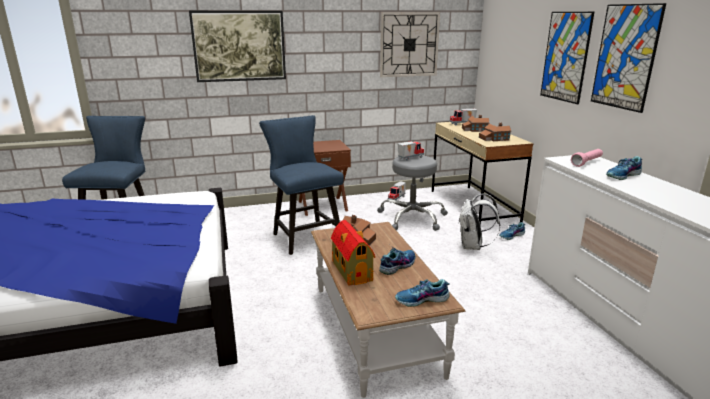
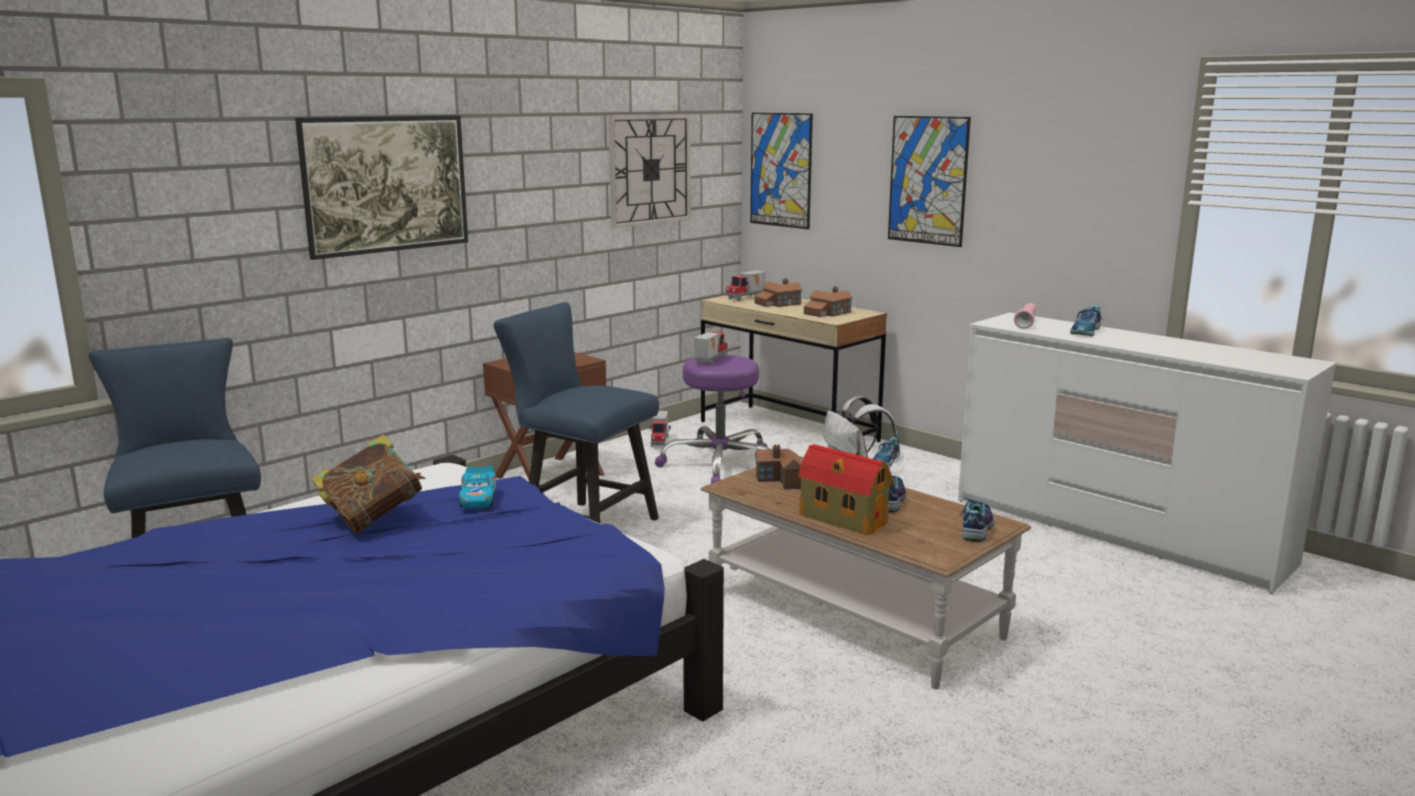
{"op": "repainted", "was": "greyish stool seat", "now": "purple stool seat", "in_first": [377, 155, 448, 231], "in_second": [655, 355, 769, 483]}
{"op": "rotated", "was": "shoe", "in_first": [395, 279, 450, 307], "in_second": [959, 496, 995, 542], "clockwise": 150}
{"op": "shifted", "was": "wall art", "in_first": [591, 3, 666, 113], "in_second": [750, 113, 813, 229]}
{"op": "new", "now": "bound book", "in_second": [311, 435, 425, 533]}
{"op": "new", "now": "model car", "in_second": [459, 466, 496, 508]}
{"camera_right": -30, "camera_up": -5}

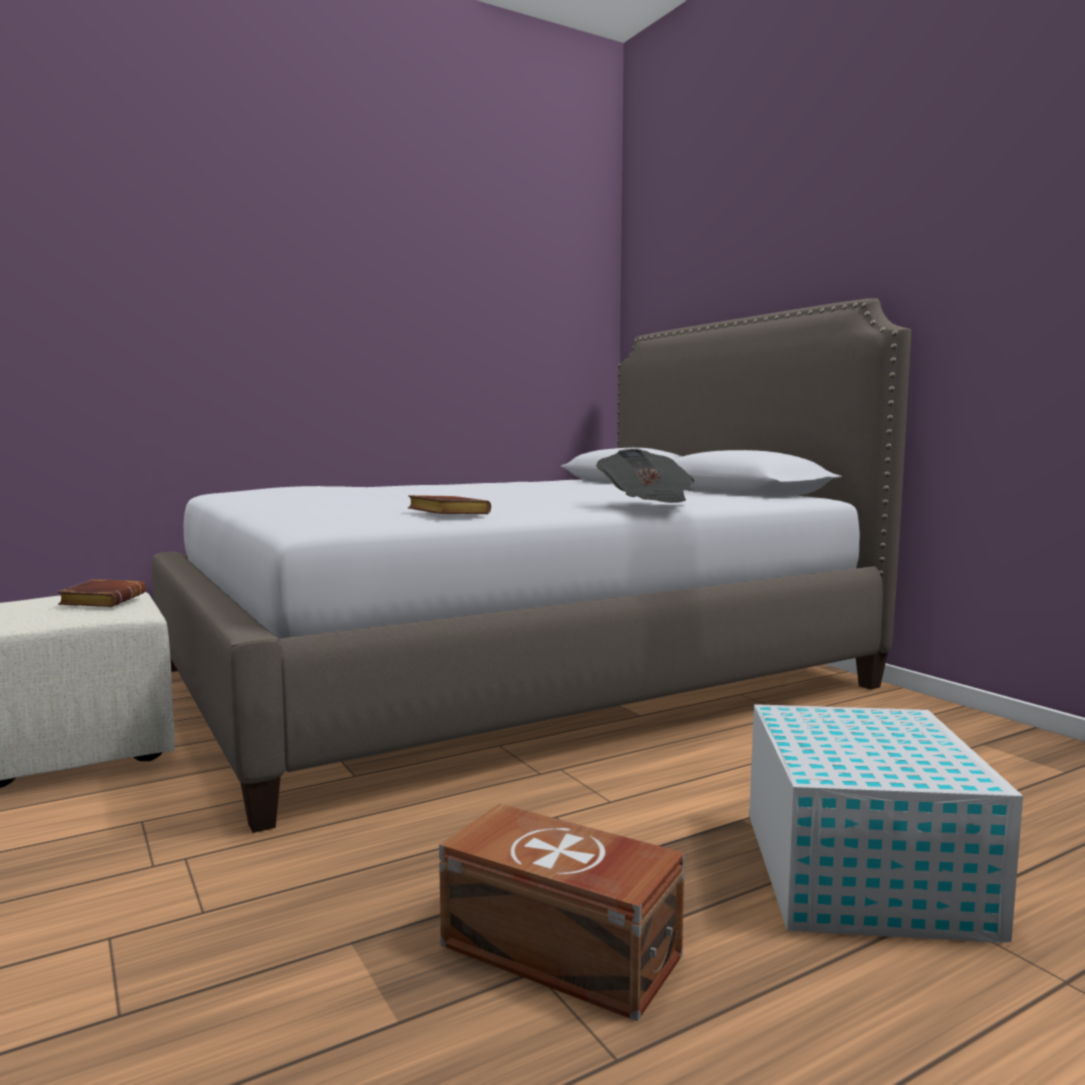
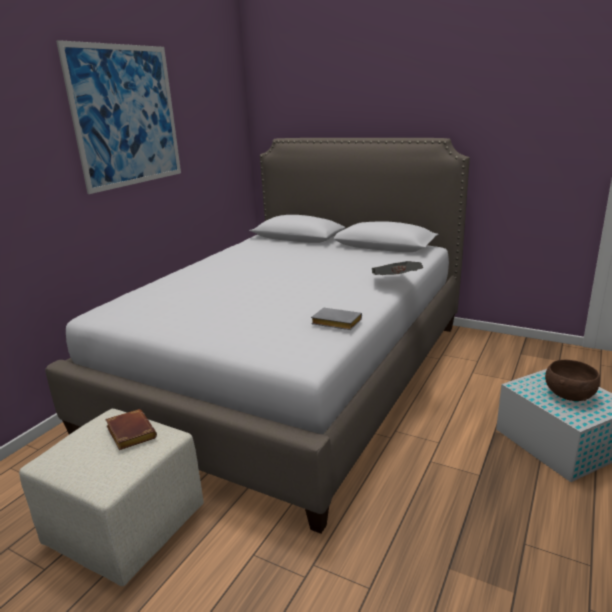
{"op": "repainted", "was": "brownish bound book", "now": "greyish bound book", "in_first": [408, 495, 491, 514], "in_second": [311, 308, 362, 330]}
{"op": "gone", "was": "brownish storage bin", "in_first": [439, 803, 685, 1021]}
{"op": "new", "now": "wall art", "in_second": [56, 40, 181, 194]}
{"op": "new", "now": "brownish deep dish", "in_second": [545, 360, 600, 401]}
{"camera_right": -30, "camera_up": 15}

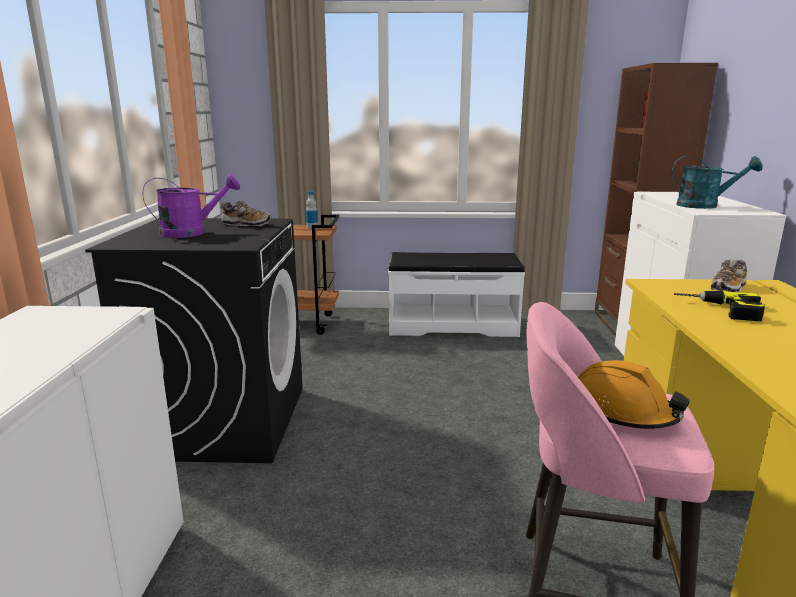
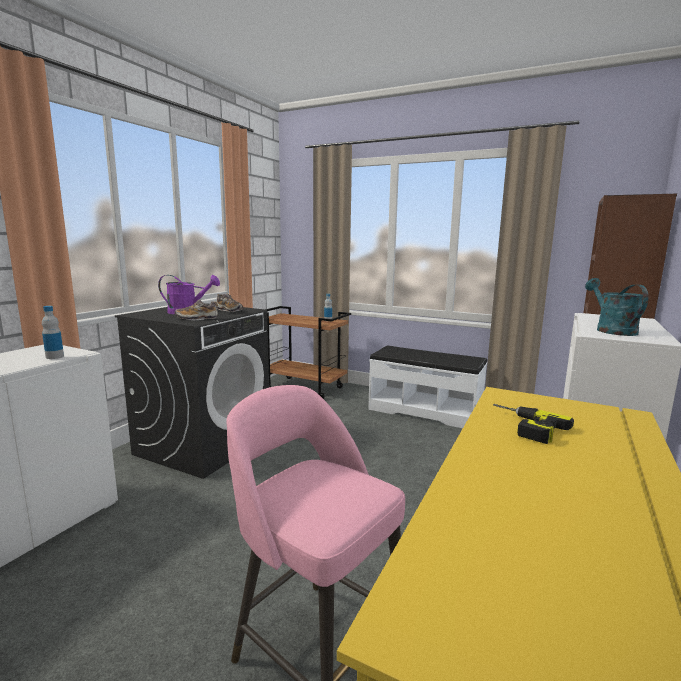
{"op": "gone", "was": "orangey hard hat", "in_first": [578, 360, 690, 429]}
{"op": "rotated", "was": "turquoise watering pot", "in_first": [671, 156, 763, 209], "in_second": [585, 278, 648, 336], "clockwise": -135}
{"op": "shifted", "was": "shoe", "in_first": [711, 260, 747, 292], "in_second": [175, 299, 218, 320]}
{"op": "new", "now": "bottle", "in_second": [42, 306, 64, 359]}
{"camera_right": 25, "camera_up": -5}

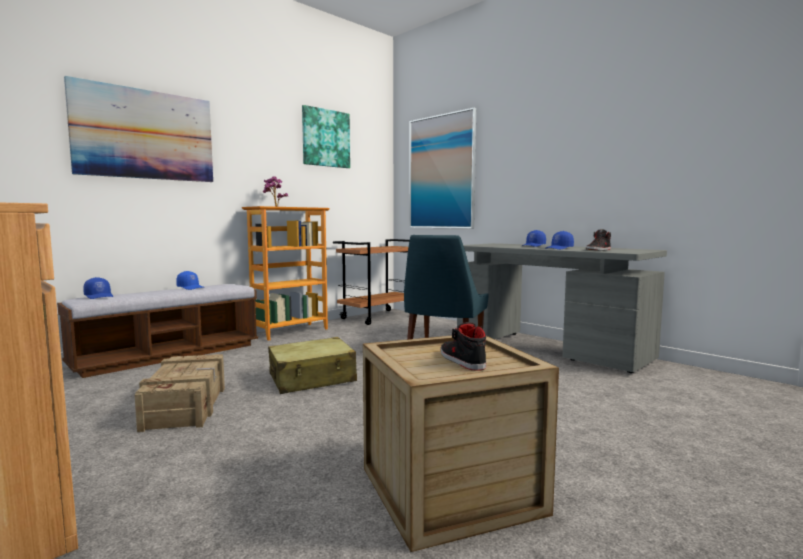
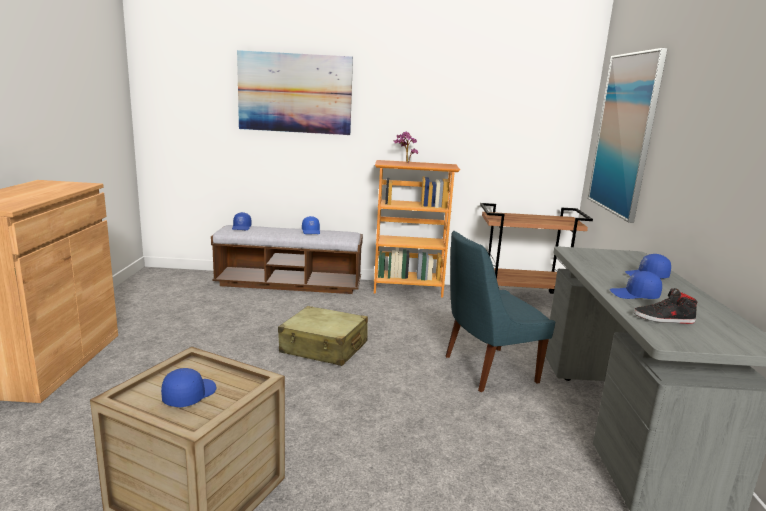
{"op": "gone", "was": "shipping crate", "in_first": [135, 354, 225, 432]}
{"op": "gone", "was": "wall art", "in_first": [302, 105, 350, 168]}
{"op": "swapped", "was": "blackish shoe", "now": "blue-coloured cap", "in_first": [441, 322, 486, 371], "in_second": [161, 368, 216, 407]}
{"camera_right": 45, "camera_up": 10}

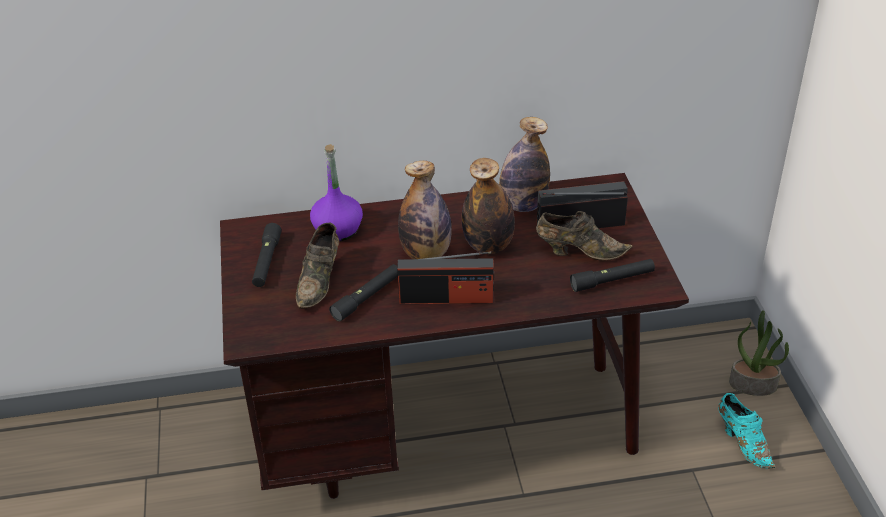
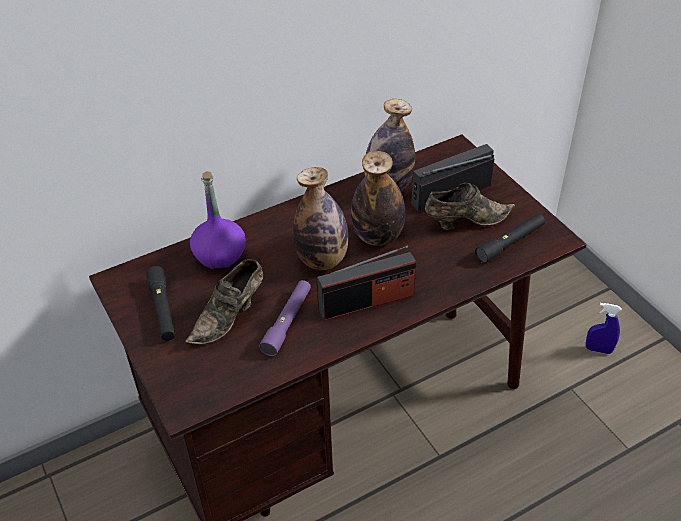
{"op": "rotated", "was": "brownish shoe", "in_first": [296, 223, 339, 309], "in_second": [185, 259, 263, 344], "clockwise": 45}
{"op": "repainted", "was": "blackish torch", "now": "purple torch", "in_first": [329, 264, 398, 321], "in_second": [259, 280, 311, 356]}
{"op": "swapped", "was": "turquoise shoe", "now": "blue-coloured sprayer", "in_first": [718, 393, 775, 468], "in_second": [586, 303, 622, 354]}
{"op": "gone", "was": "potted plant", "in_first": [729, 310, 789, 396]}
{"camera_right": -20, "camera_up": 5}

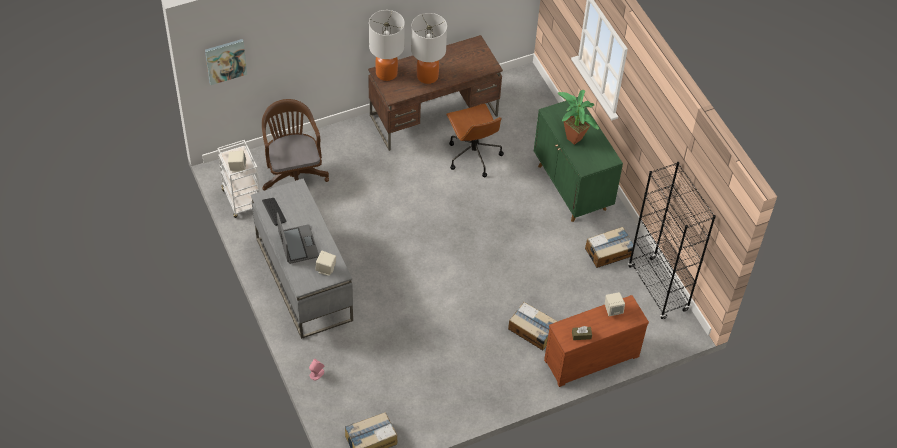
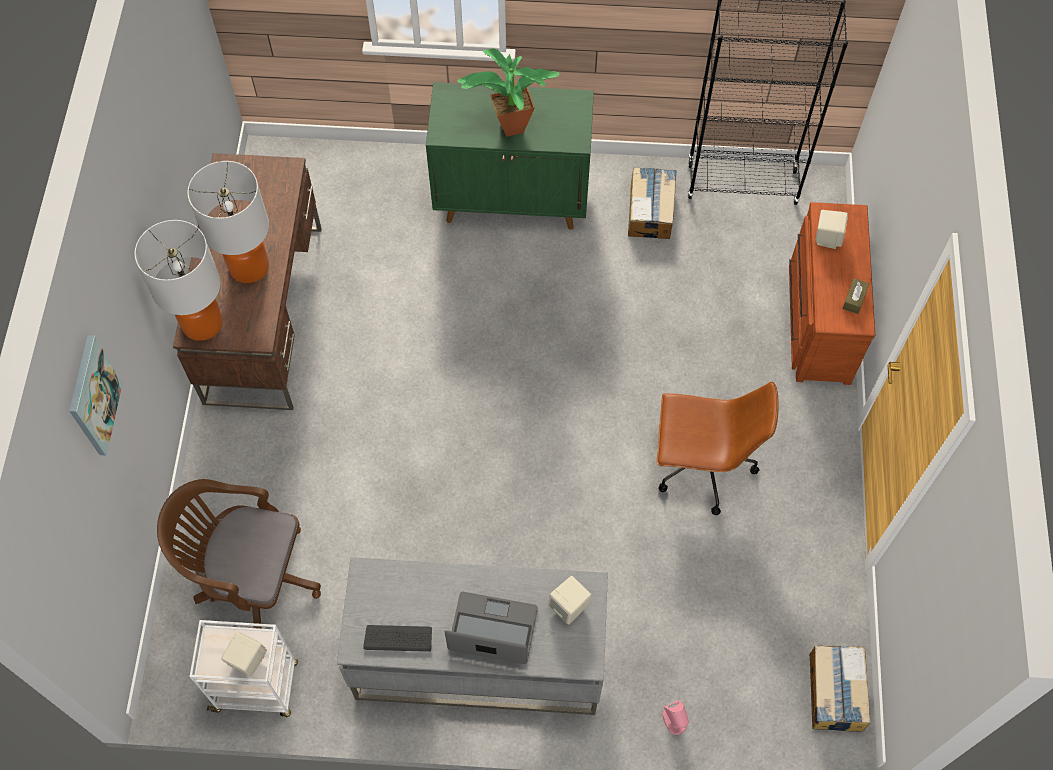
{"op": "shifted", "was": "wall art", "in_first": [205, 39, 247, 85], "in_second": [69, 335, 123, 456]}
{"op": "shifted", "was": "brownish computer chair", "in_first": [446, 104, 504, 177], "in_second": [657, 381, 779, 515]}
{"op": "gone", "was": "packing box", "in_first": [508, 302, 558, 350]}
{"camera_right": -60, "camera_up": 10}

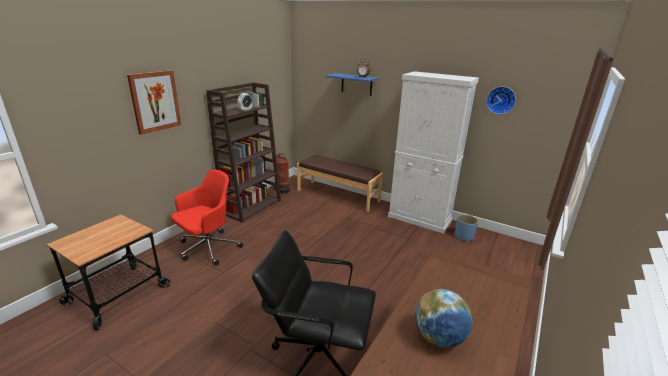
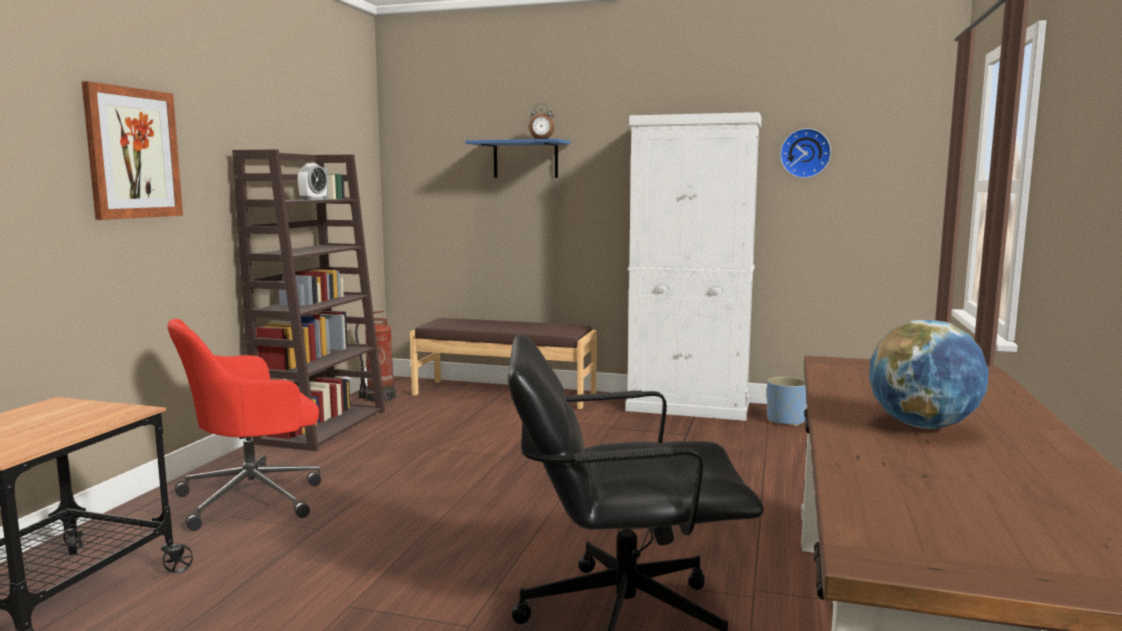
{"op": "rotated", "was": "red-coloured computer chair", "in_first": [171, 169, 243, 266], "in_second": [167, 319, 321, 531], "clockwise": -150}
{"camera_right": -15, "camera_up": -15}

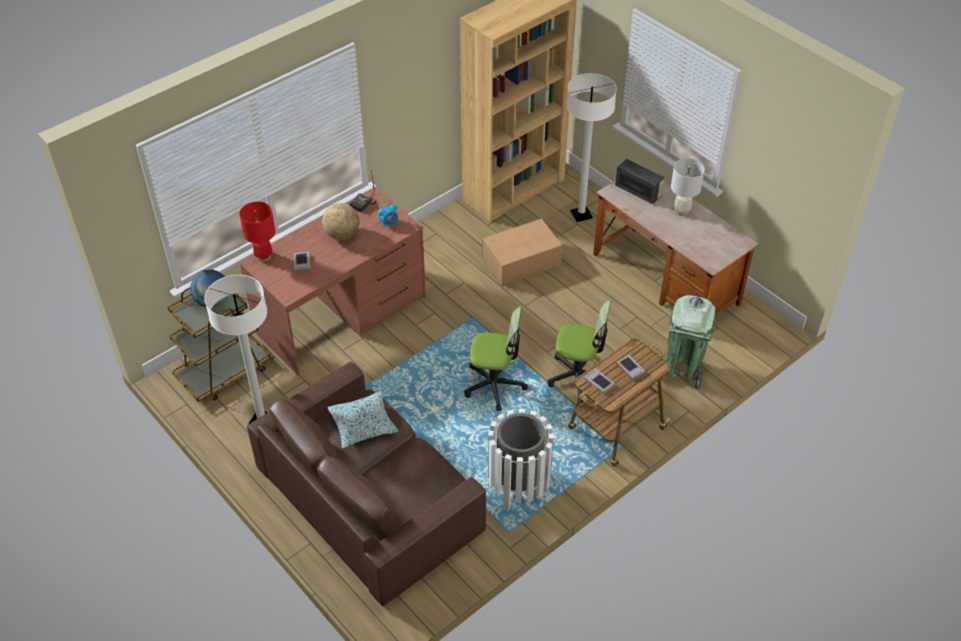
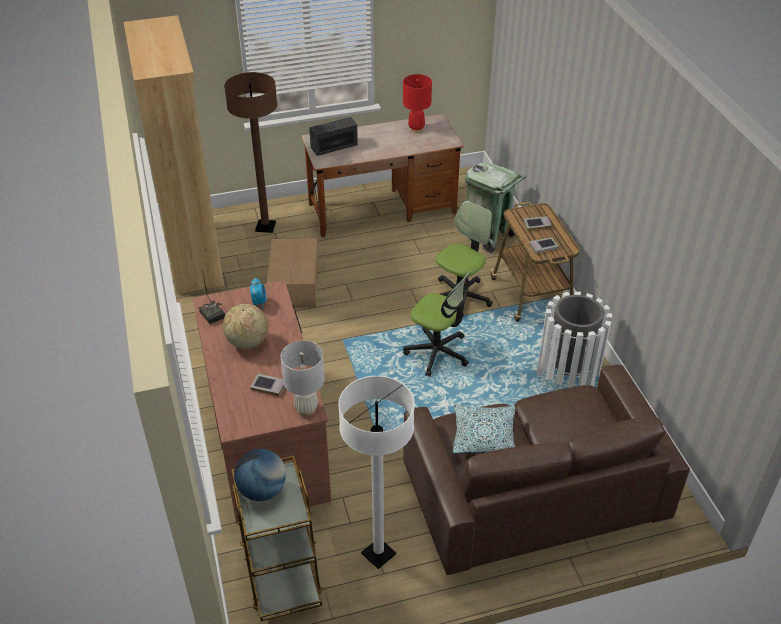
{"op": "shifted", "was": "red-coloured lamp for a table", "in_first": [239, 202, 275, 262], "in_second": [403, 74, 432, 133]}
{"op": "rotated", "was": "computer chair", "in_first": [464, 307, 528, 411], "in_second": [403, 271, 472, 377], "clockwise": 90}
{"op": "repainted", "was": "white standard lamp", "now": "brownish standard lamp", "in_first": [566, 73, 617, 222], "in_second": [224, 72, 278, 233]}
{"op": "shifted", "was": "white lamp for a table", "in_first": [671, 158, 705, 216], "in_second": [281, 341, 325, 416]}
{"camera_right": -65, "camera_up": -5}

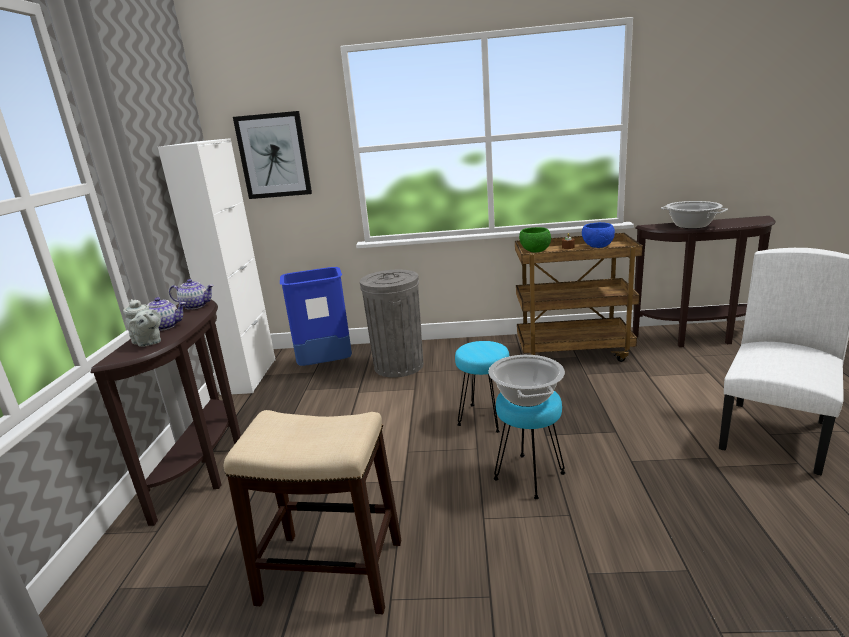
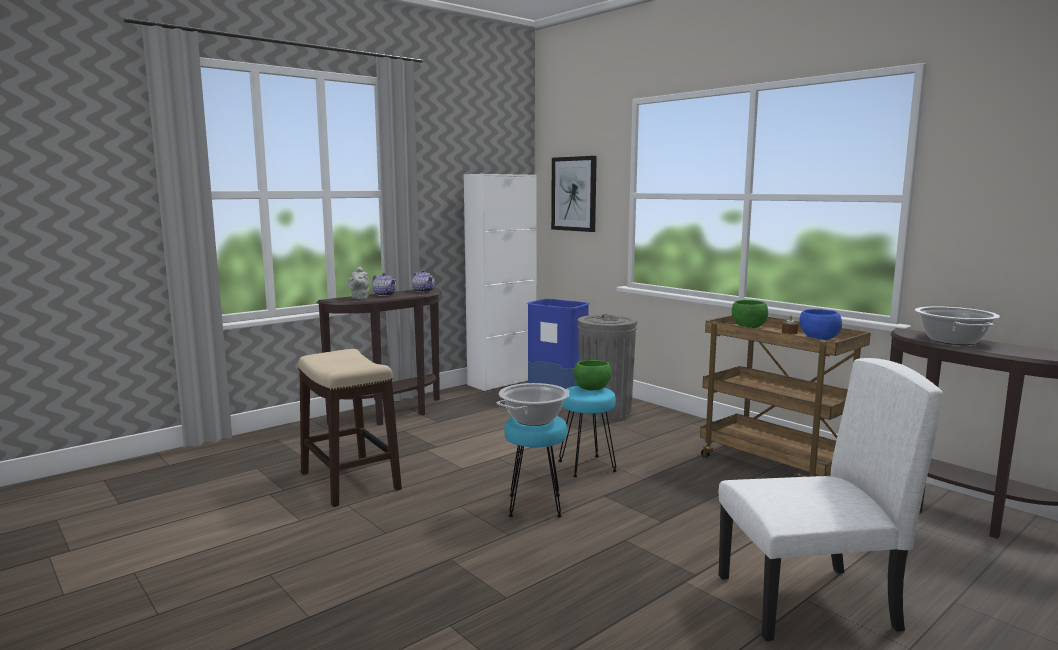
{"op": "new", "now": "greenish deep dish", "in_second": [574, 360, 612, 391]}
{"camera_right": 45, "camera_up": -10}

